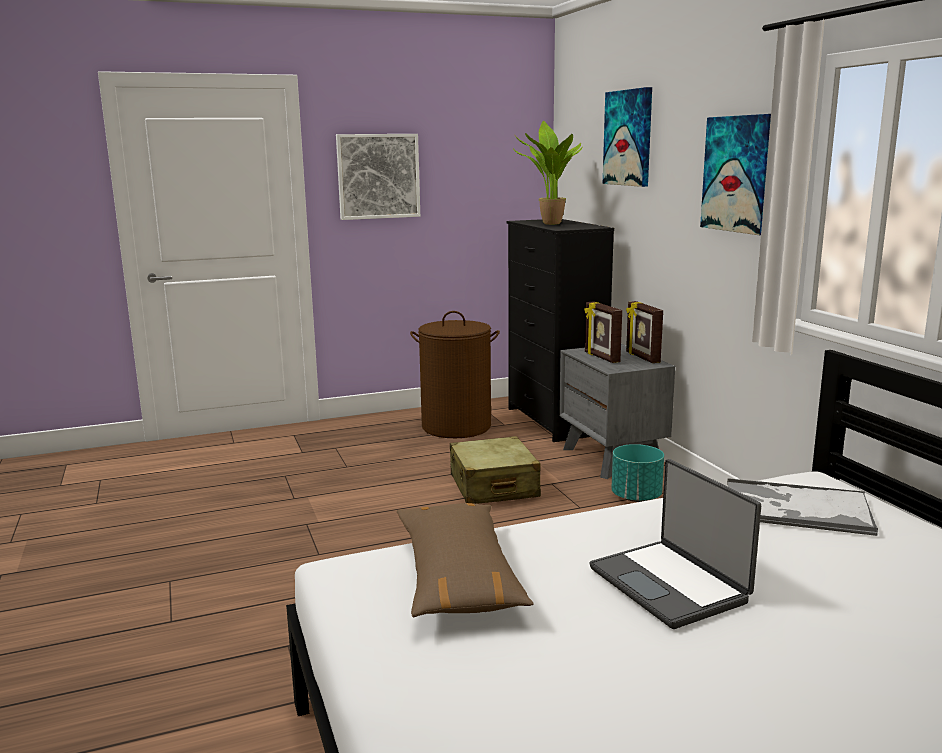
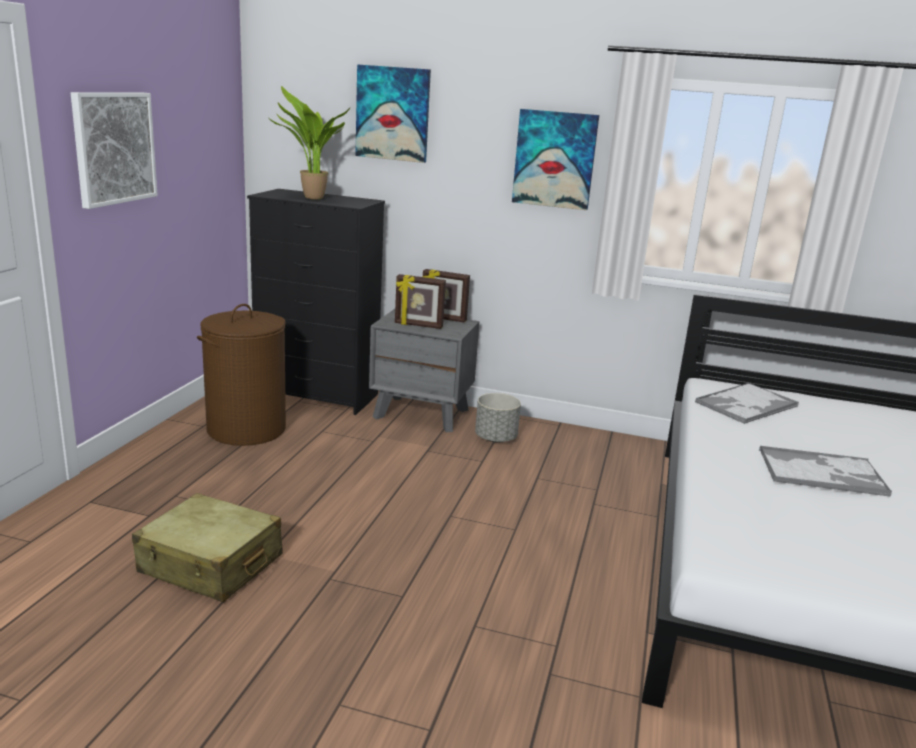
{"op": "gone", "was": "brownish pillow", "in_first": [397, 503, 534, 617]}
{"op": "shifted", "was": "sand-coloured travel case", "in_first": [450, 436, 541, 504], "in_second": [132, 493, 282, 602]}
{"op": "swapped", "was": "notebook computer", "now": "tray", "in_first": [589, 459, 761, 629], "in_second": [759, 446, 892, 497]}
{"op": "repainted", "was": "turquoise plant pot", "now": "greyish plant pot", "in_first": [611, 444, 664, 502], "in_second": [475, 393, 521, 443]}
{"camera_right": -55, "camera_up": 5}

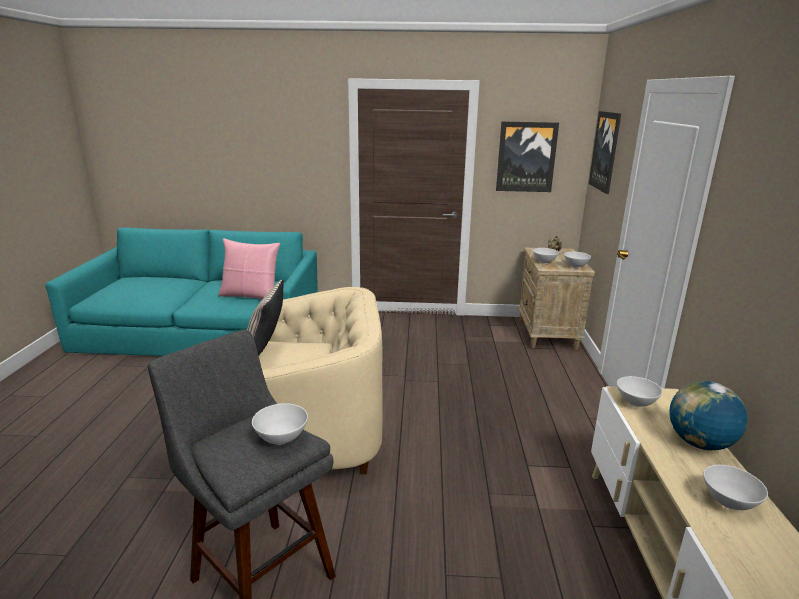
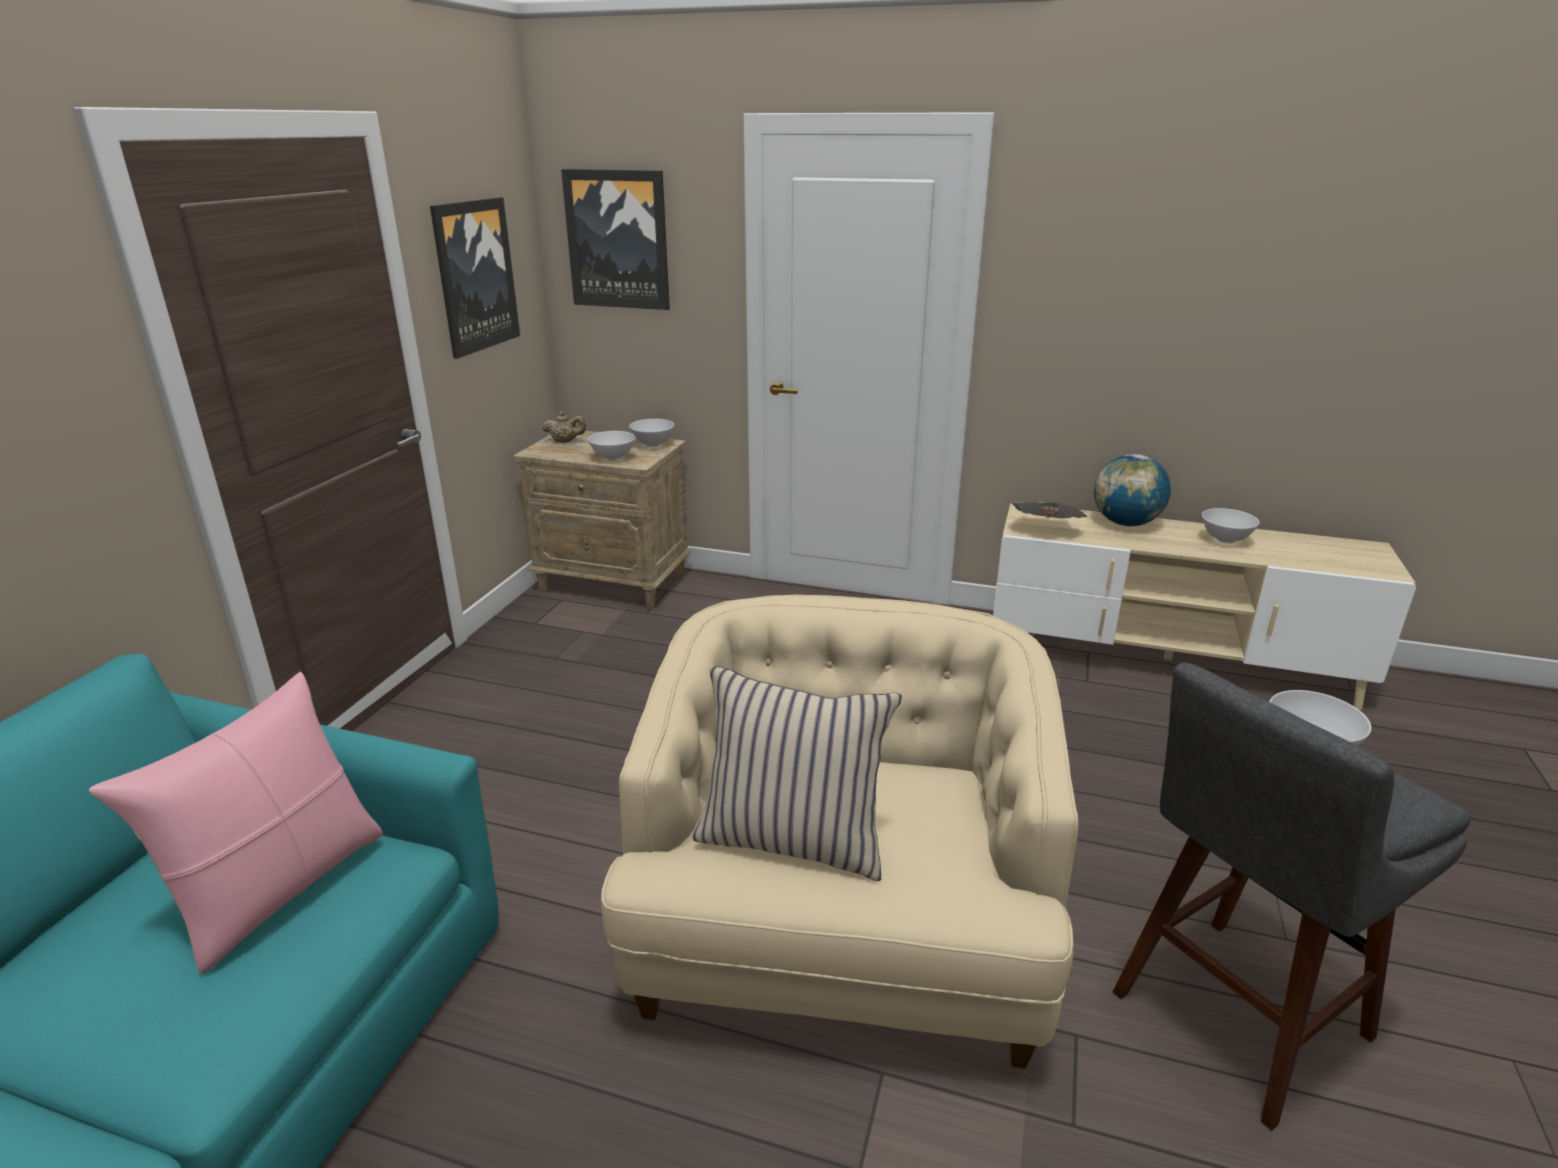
{"op": "swapped", "was": "white deep dish", "now": "newspaper", "in_first": [617, 376, 663, 407], "in_second": [1012, 502, 1087, 518]}
{"camera_right": -75, "camera_up": 5}

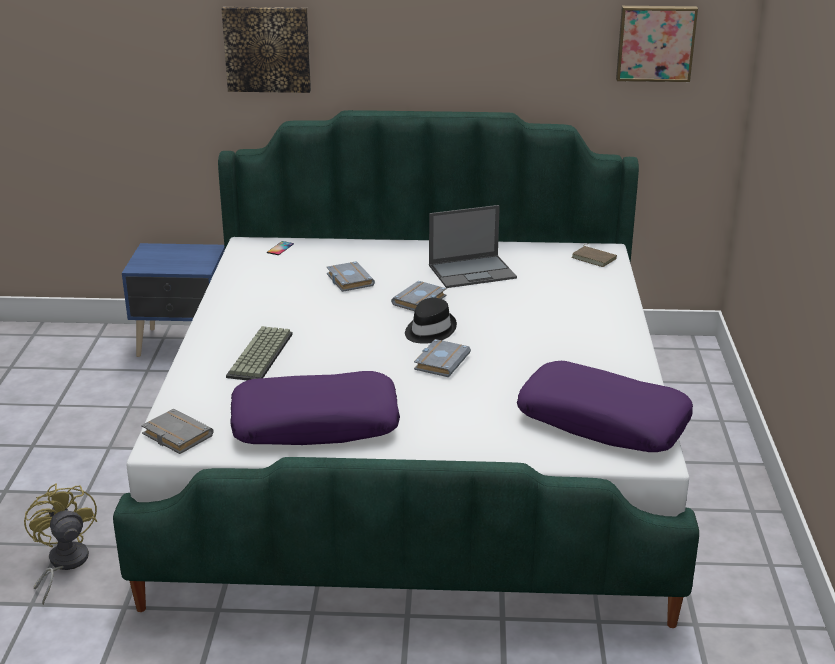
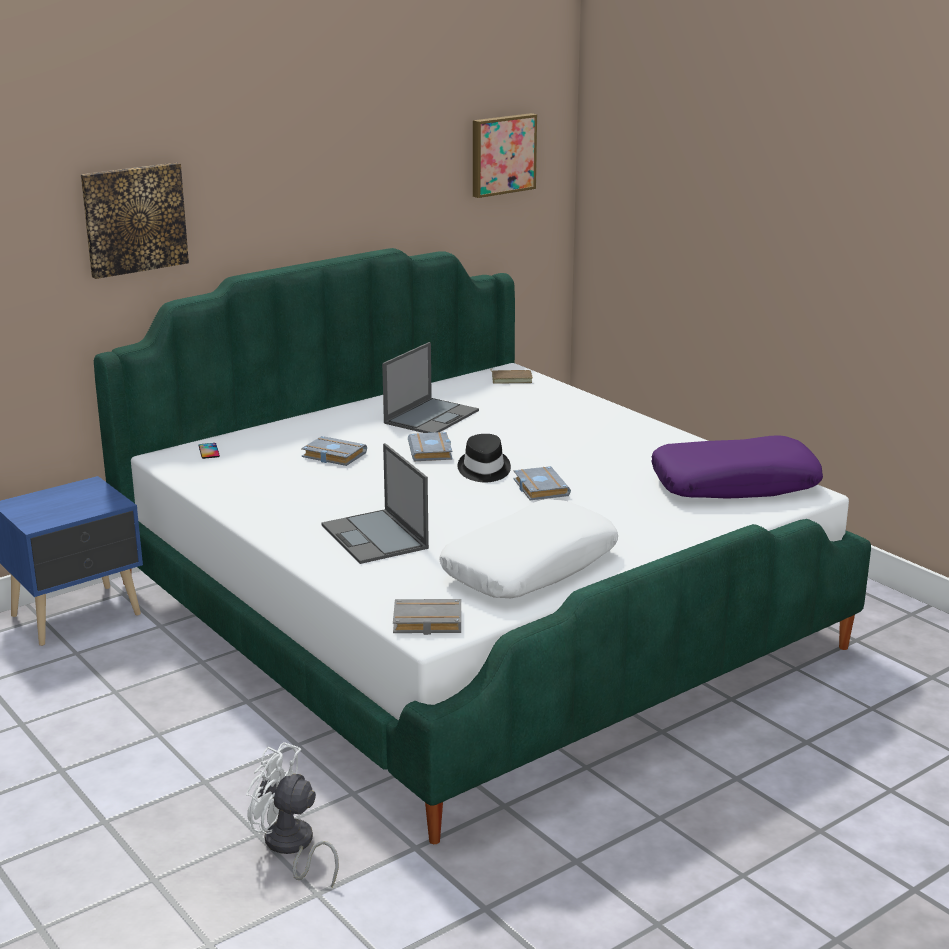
{"op": "repainted", "was": "yellow fan", "now": "white fan", "in_first": [24, 483, 97, 605], "in_second": [246, 742, 339, 887]}
{"op": "swapped", "was": "keyboard", "now": "notebook computer", "in_first": [226, 326, 293, 380], "in_second": [321, 443, 429, 564]}
{"op": "repainted", "was": "purple pillow", "now": "white pillow", "in_first": [231, 371, 400, 445], "in_second": [439, 499, 618, 598]}
{"camera_right": -40, "camera_up": -5}

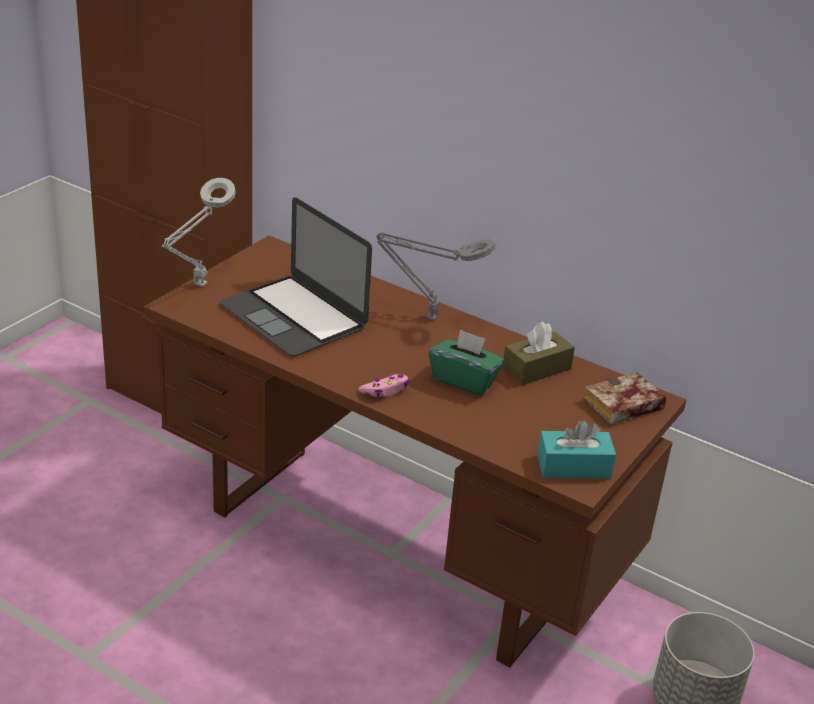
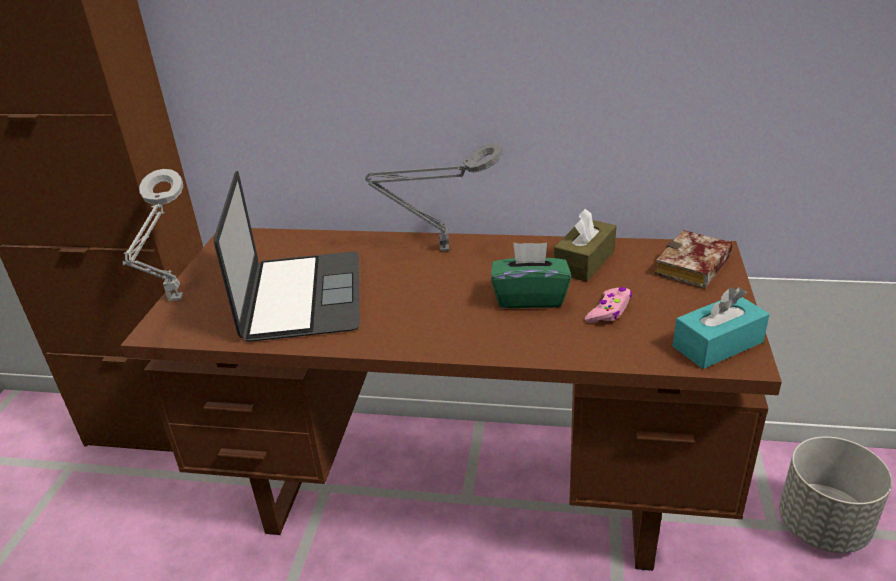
{"op": "rotated", "was": "notebook computer", "in_first": [220, 197, 372, 356], "in_second": [214, 171, 360, 342], "clockwise": -120}
{"op": "shifted", "was": "pinkish joypad", "in_first": [358, 374, 409, 397], "in_second": [585, 287, 632, 323]}
{"camera_right": -20, "camera_up": 0}

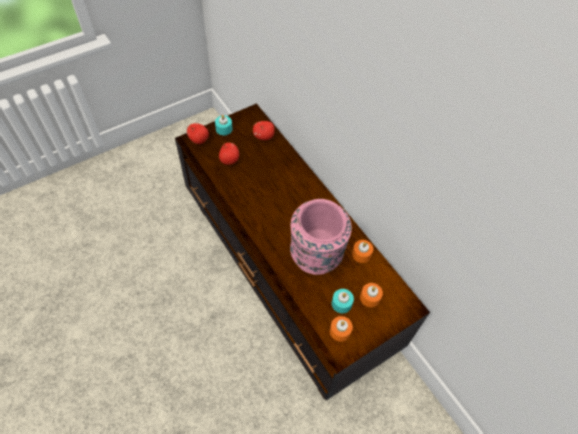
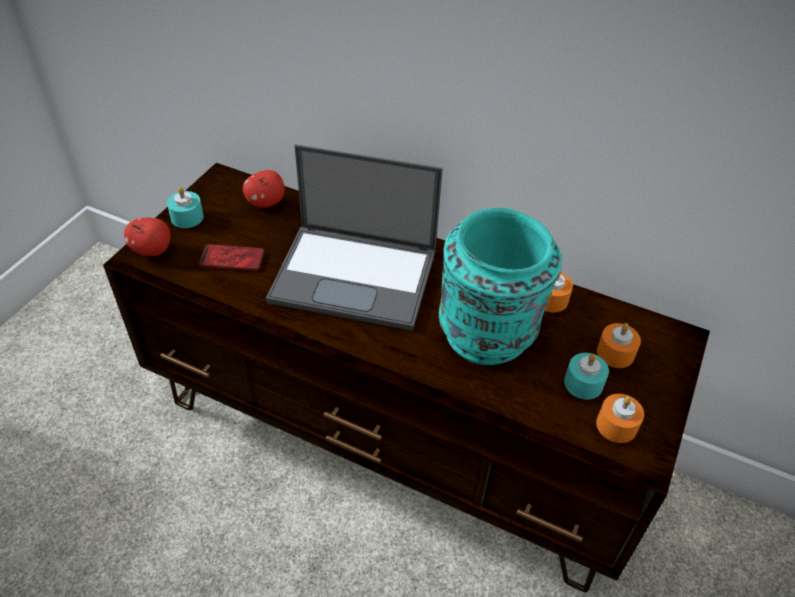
{"op": "swapped", "was": "apple", "now": "handset", "in_first": [219, 142, 239, 165], "in_second": [199, 244, 265, 271]}
{"op": "repainted", "was": "pinkish decorative vase", "now": "turquoise decorative vase", "in_first": [290, 199, 352, 275], "in_second": [439, 208, 562, 365]}
{"op": "new", "now": "notebook computer", "in_second": [266, 144, 443, 331]}
{"camera_right": -30, "camera_up": -10}

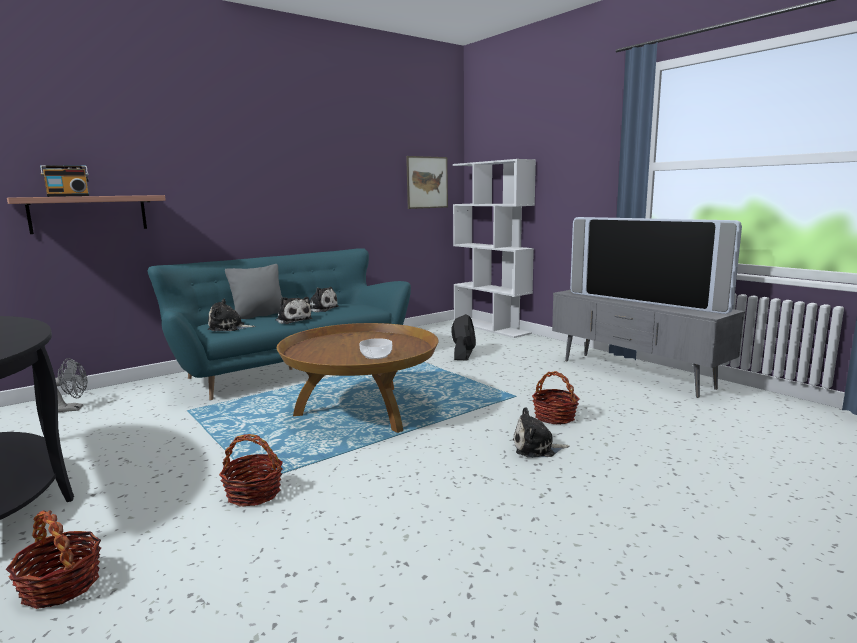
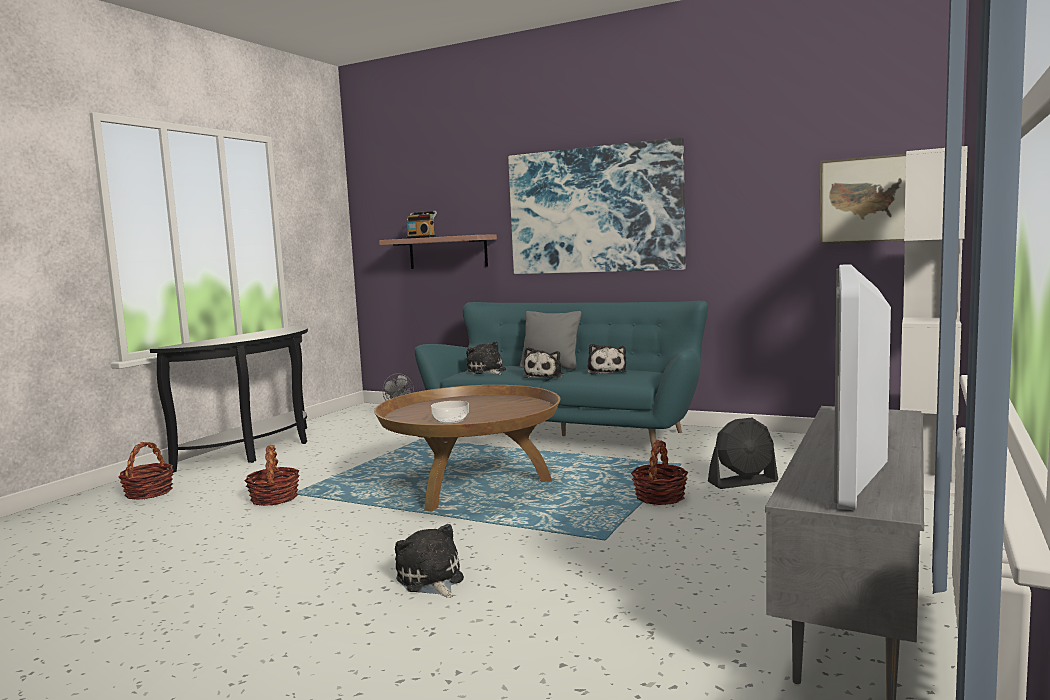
{"op": "shifted", "was": "basket", "in_first": [532, 371, 579, 425], "in_second": [631, 440, 688, 505]}
{"op": "new", "now": "wall art", "in_second": [508, 137, 686, 274]}
{"camera_right": 65, "camera_up": -5}

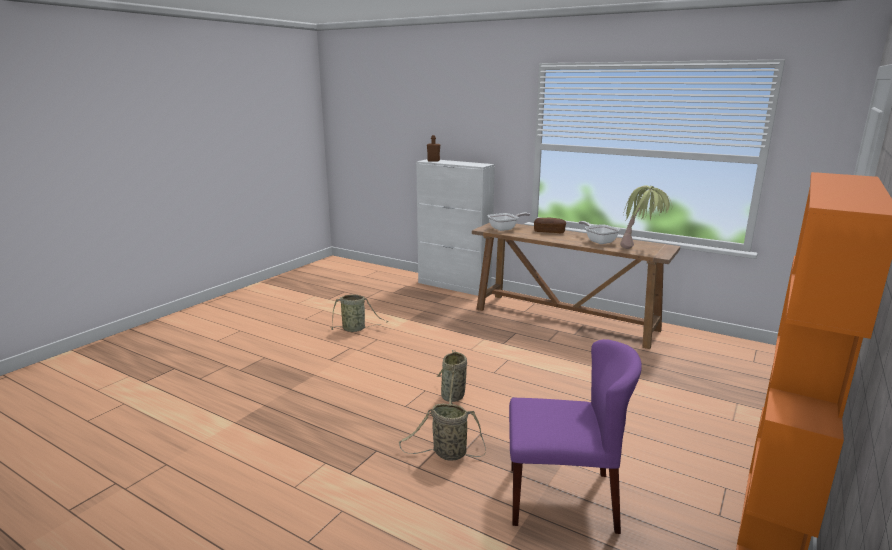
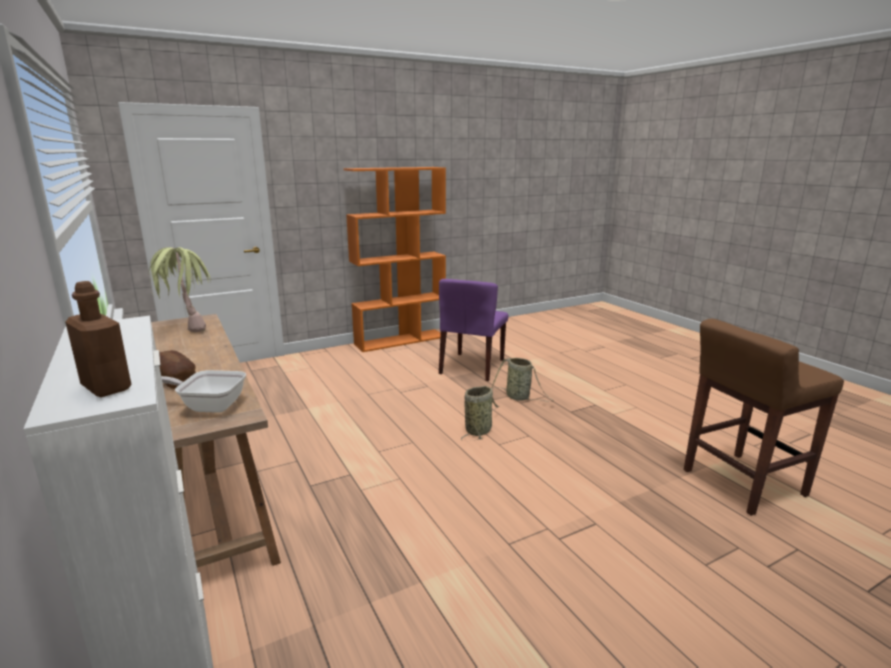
{"op": "gone", "was": "basket", "in_first": [330, 294, 388, 332]}
{"op": "rotated", "was": "purple chair", "in_first": [509, 339, 642, 534], "in_second": [439, 279, 508, 381], "clockwise": -105}
{"op": "gone", "was": "skillet", "in_first": [579, 221, 620, 244]}
{"op": "new", "now": "brownish stool seat", "in_second": [684, 319, 844, 516]}
{"camera_right": -150, "camera_up": 0}

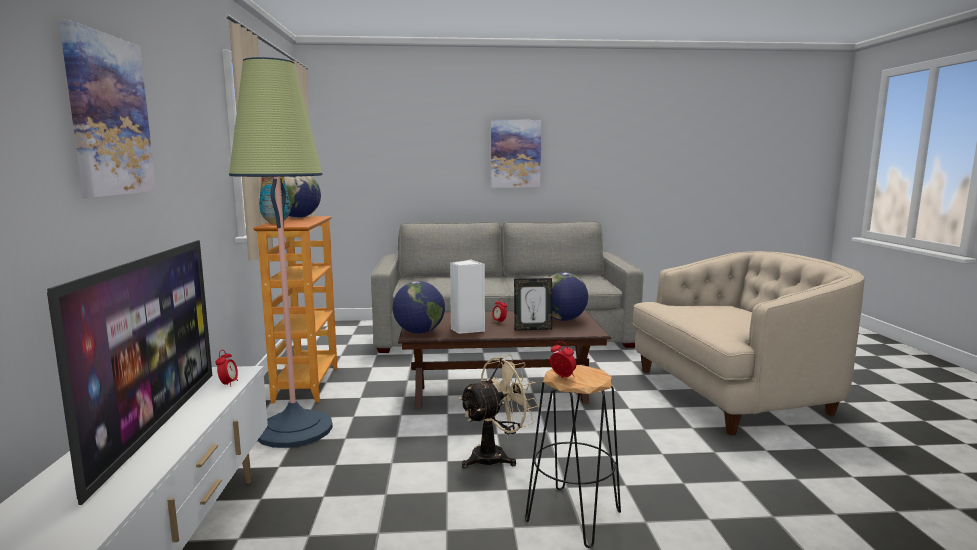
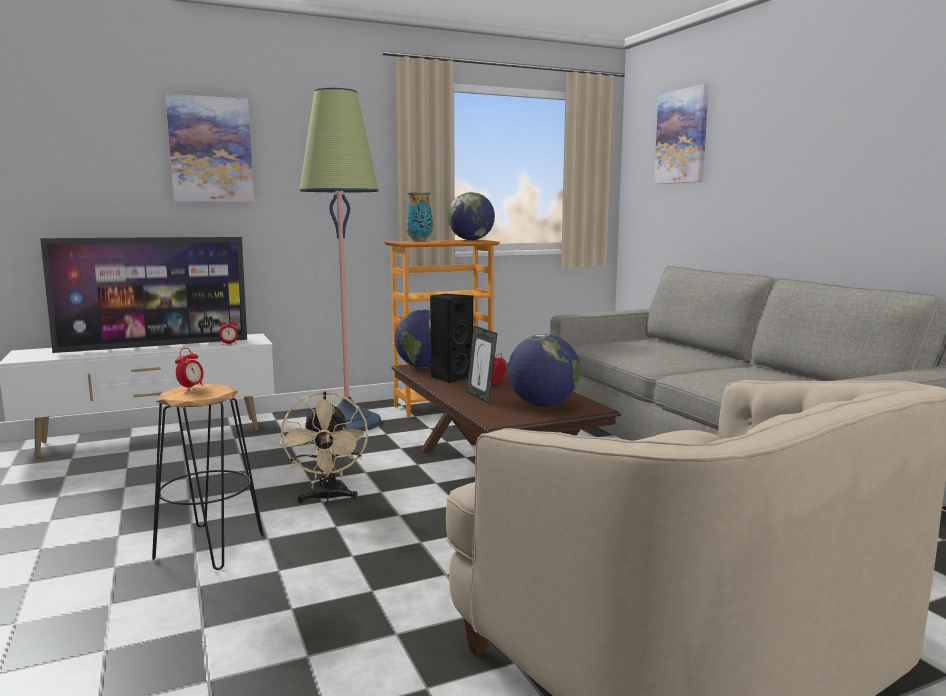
{"op": "repainted", "was": "white audio speaker", "now": "blackish audio speaker", "in_first": [450, 259, 485, 334], "in_second": [430, 294, 473, 383]}
{"op": "rotated", "was": "sand-coloured fan", "in_first": [459, 355, 539, 469], "in_second": [280, 391, 368, 503], "clockwise": 45}
{"op": "shifted", "was": "wall art", "in_first": [491, 120, 541, 188], "in_second": [654, 84, 709, 184]}
{"camera_right": 70, "camera_up": 0}

